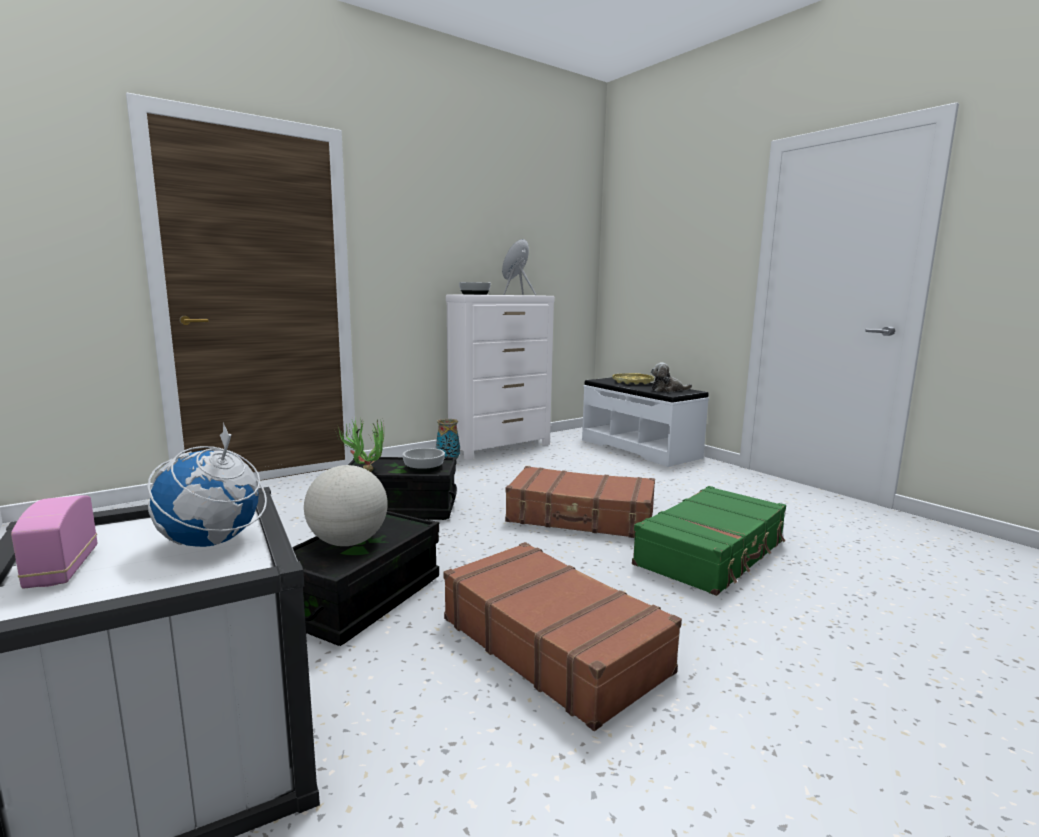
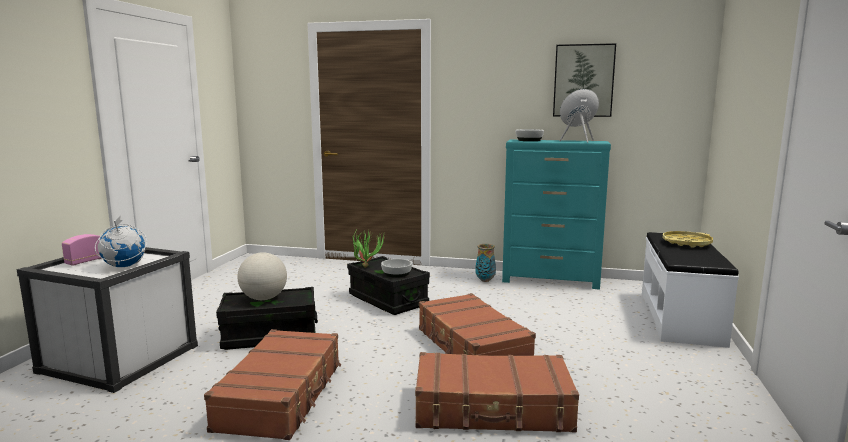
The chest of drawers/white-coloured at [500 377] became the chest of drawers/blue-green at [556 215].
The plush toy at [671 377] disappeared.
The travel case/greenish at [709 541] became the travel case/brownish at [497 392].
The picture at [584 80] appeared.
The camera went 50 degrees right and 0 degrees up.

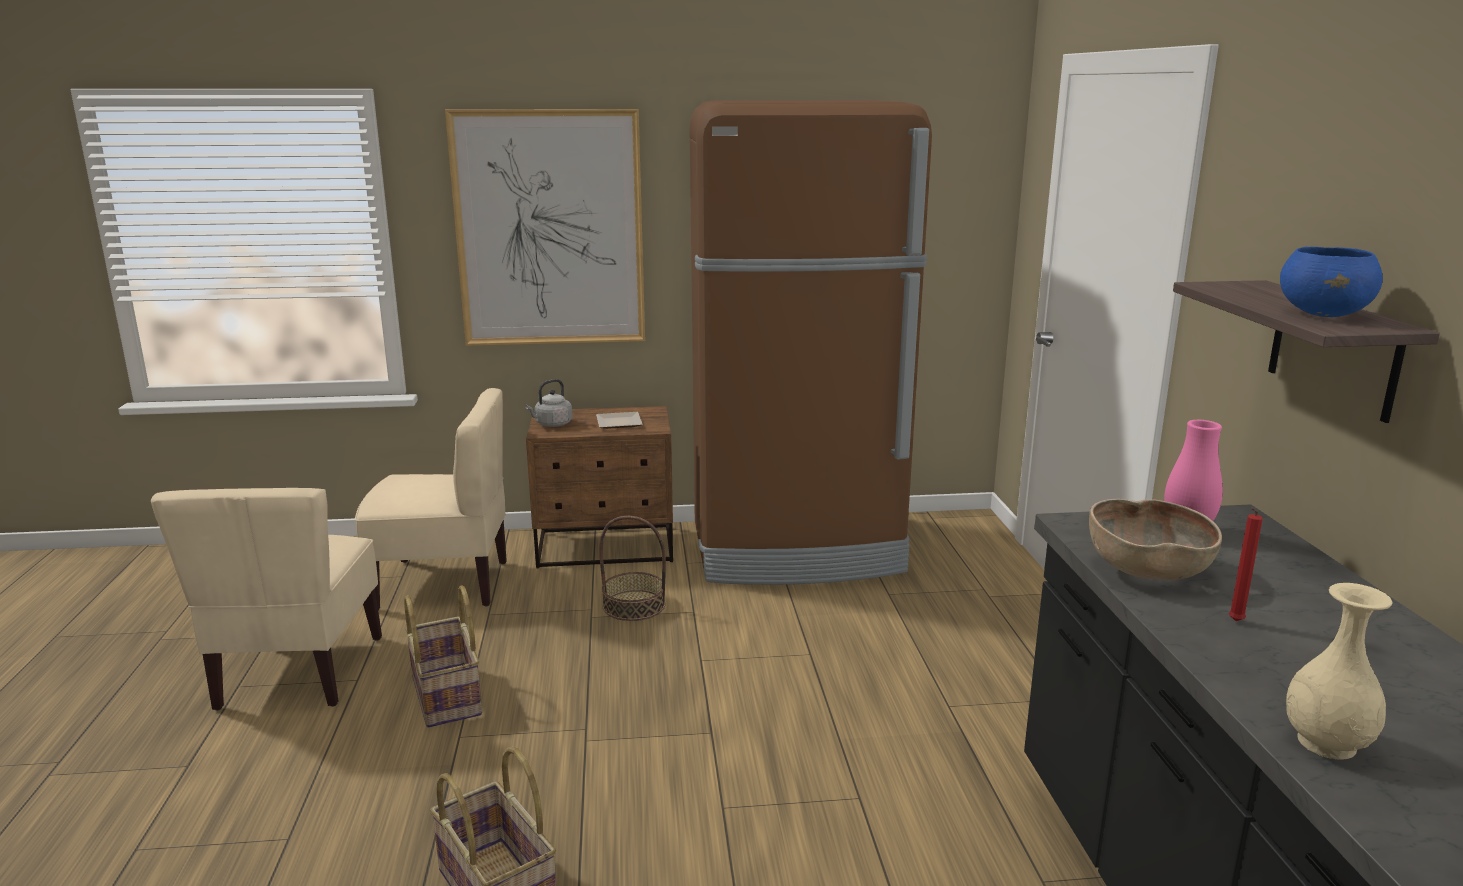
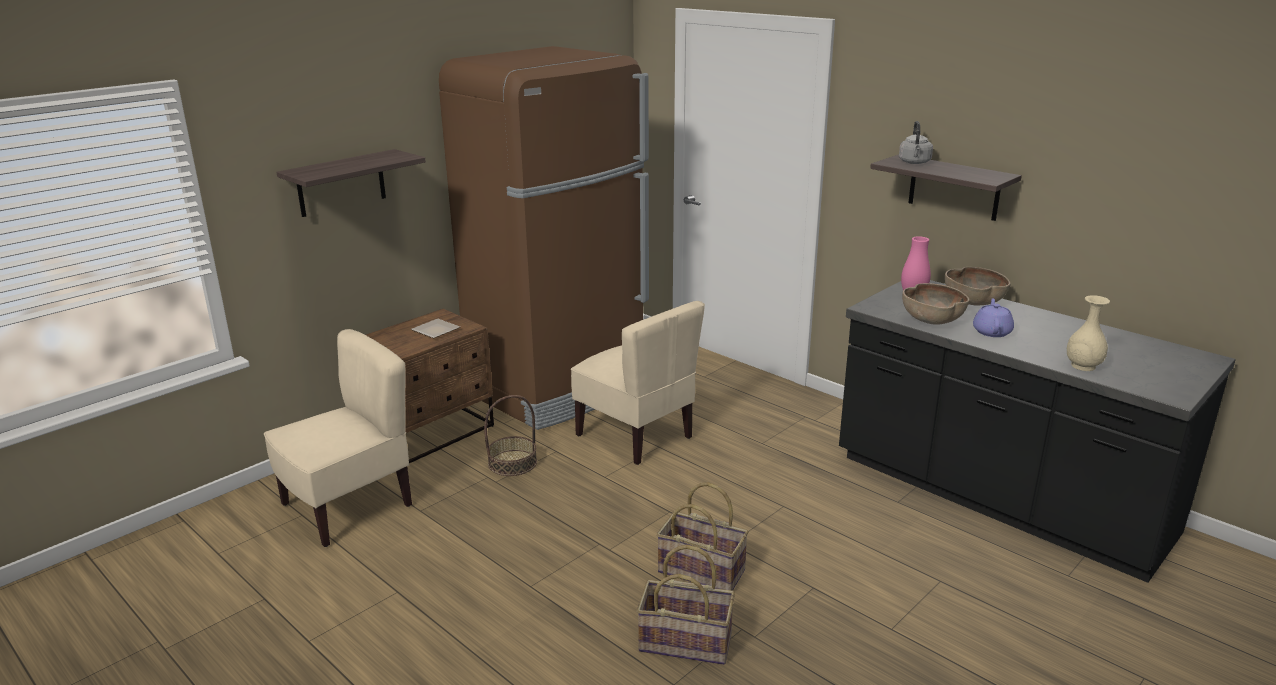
The picture at [545 227] was replaced by the wall shelf at [351 183].
The serving bowl/bluish at [1331 282] disappeared.
The kettle/greyish moved from [549 403] to [916 142].
The upright chair/beige-coloured moved from [266 599] to [638 383].
The wax candle/reddish at [1245 564] was replaced by the pot for tea/purplish at [993 317].
The basket moved from [443 656] to [702 536].
The serving bowl/brownish at [977 286] appeared.
The camera went 40 degrees left and 5 degrees up.

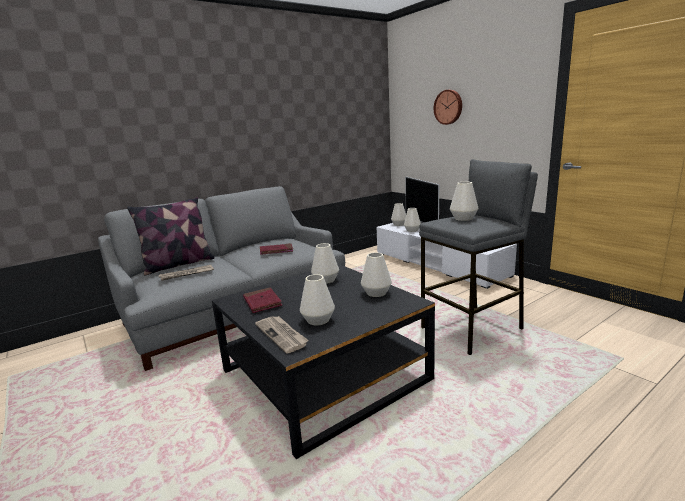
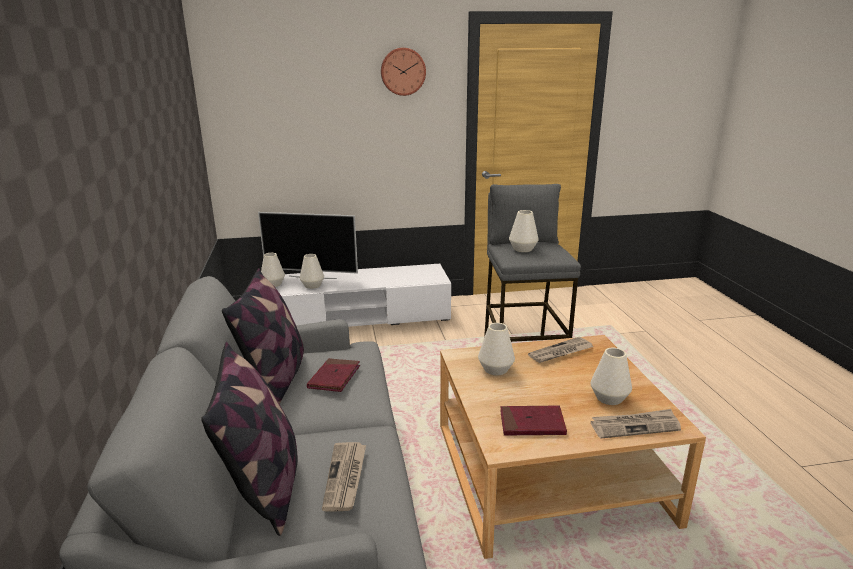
The clock on the wall moved from [448 107] to [403 72].
The vase/white-coloured at [376 274] was replaced by the printed paper at [560 350].
The lounge table/black-coloured at [323 361] became the lounge table/beige-coloured at [573 447].
The pillow at [263 336] appeared.
The camera went 65 degrees left and 5 degrees up.

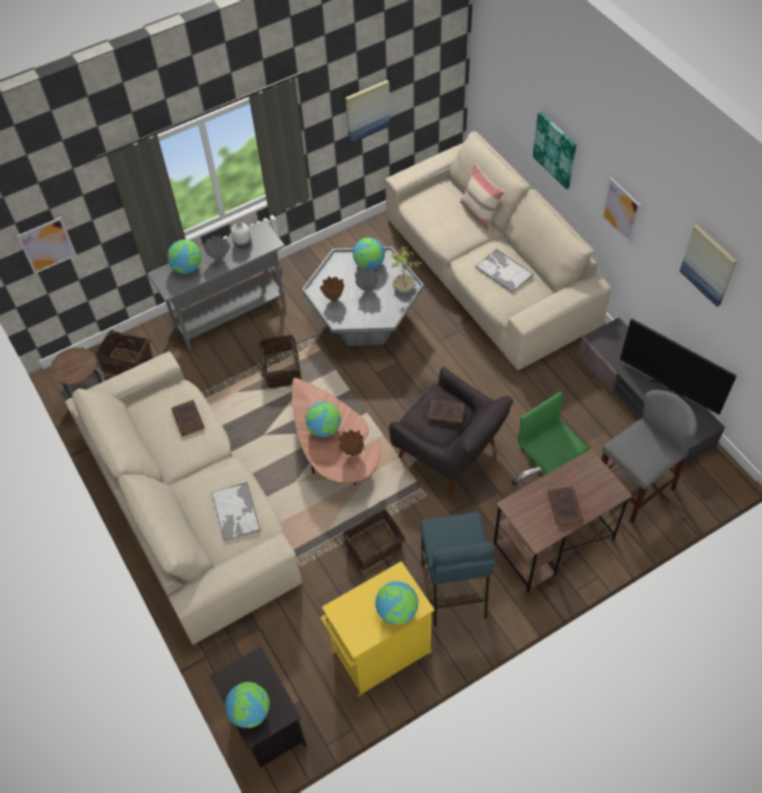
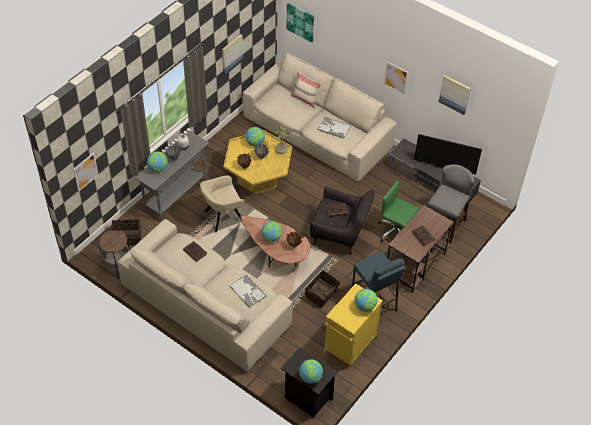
The picture moved from [555 151] to [300 22].
The lounge table/greyish at [363 296] became the lounge table/yellow at [257 162].
The basket at [280 361] was replaced by the lounge chair/beige-coloured at [222 204].
The camera went 25 degrees left and 5 degrees down.

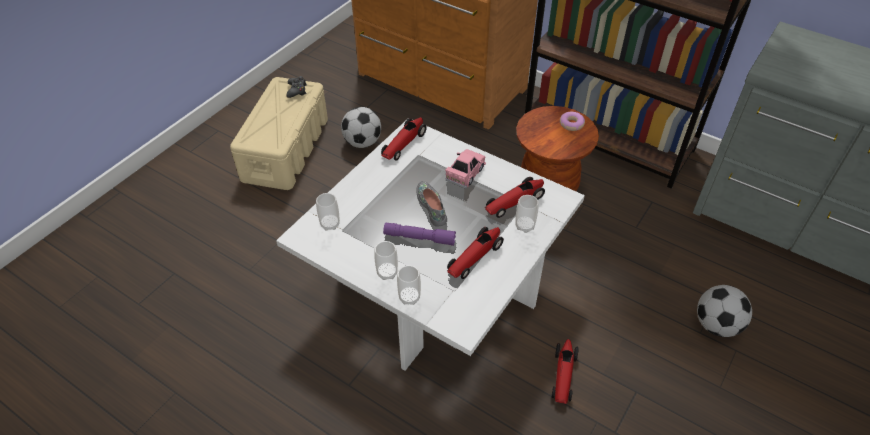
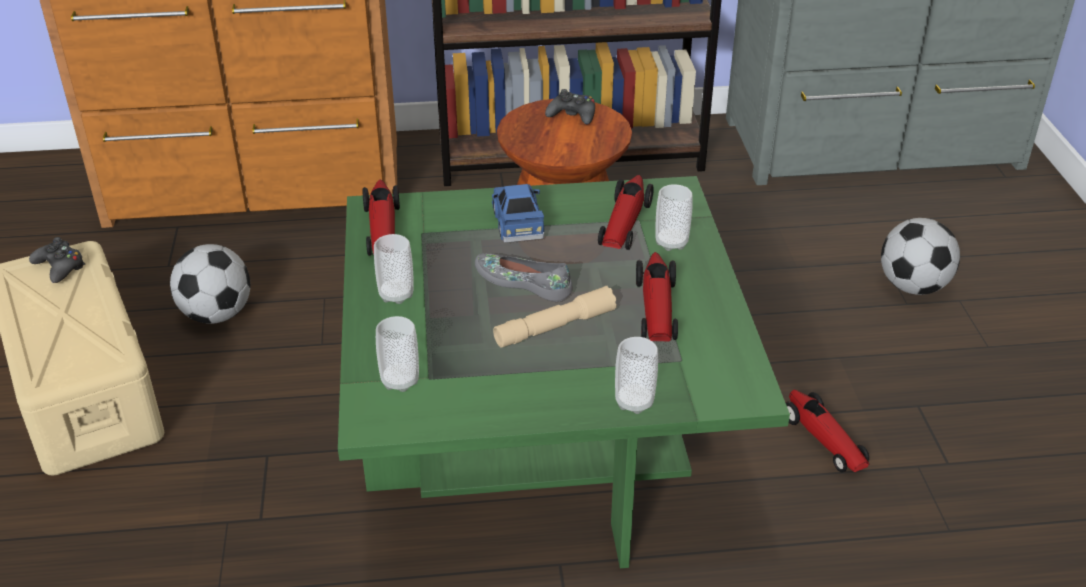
The donut at [572 121] was replaced by the joypad/black-coloured at [570 107].
The lounge table/white-coloured at [430 246] became the lounge table/greenish at [564 372].
The model car/pink-coloured at [465 168] became the model car/bluish at [518 213].
The hand torch/purplish at [419 234] became the hand torch/beige-coloured at [555 317].
The drinking cup moved from [386 260] to [394 269].
The camera went 40 degrees left and 10 degrees down.

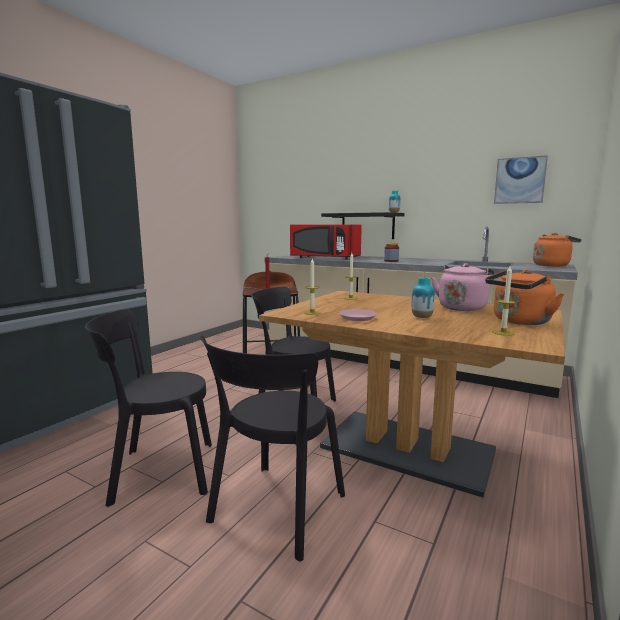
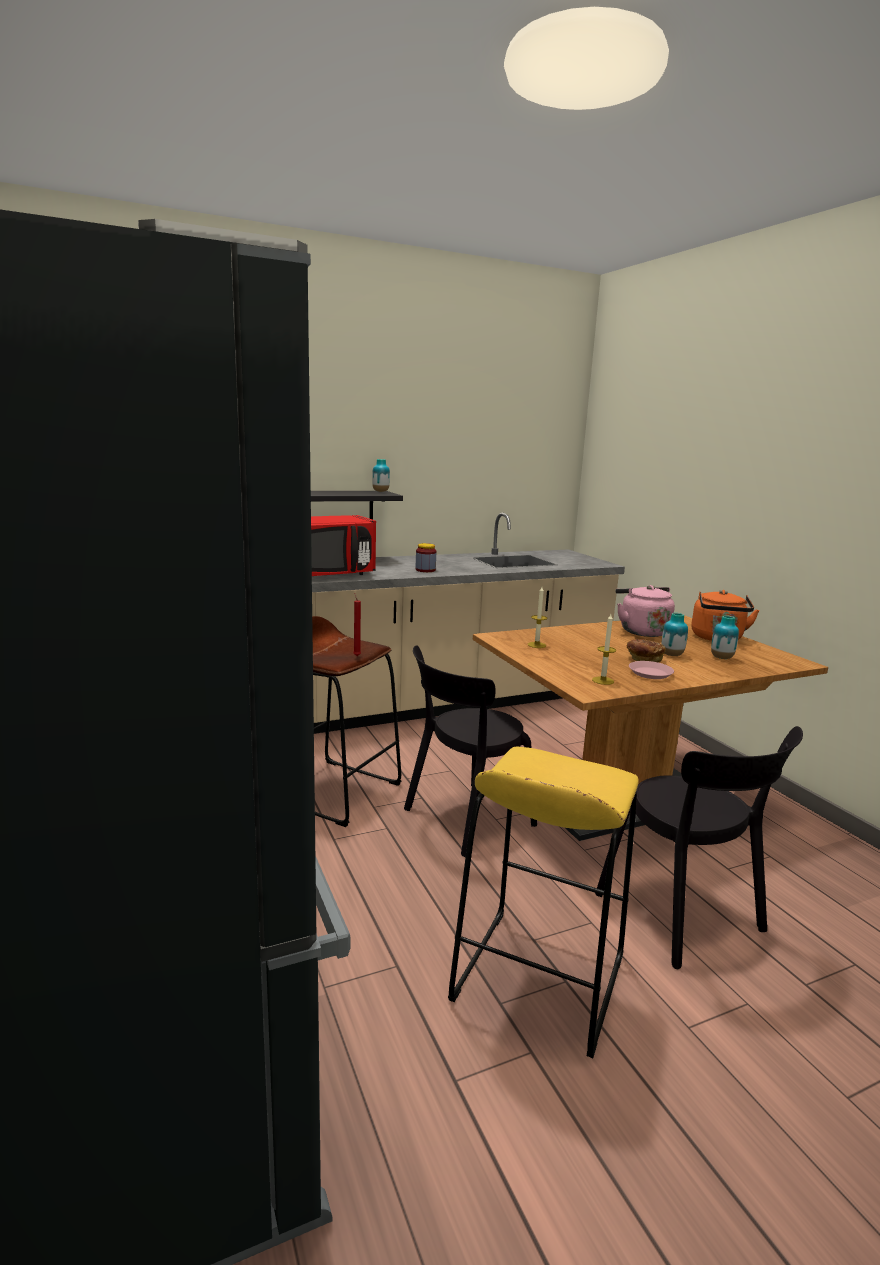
The picture at [521 179] disappeared.
The kettle/orange-coloured at [557 249] disappeared.
The wax candle at [504 301] disappeared.
The upright chair/black-coloured at [148 408] was replaced by the stool/yellow at [543 902].
The vase at [725 637] appeared.
The baked bread at [646 651] appeared.
The camera went 55 degrees left and 5 degrees up.

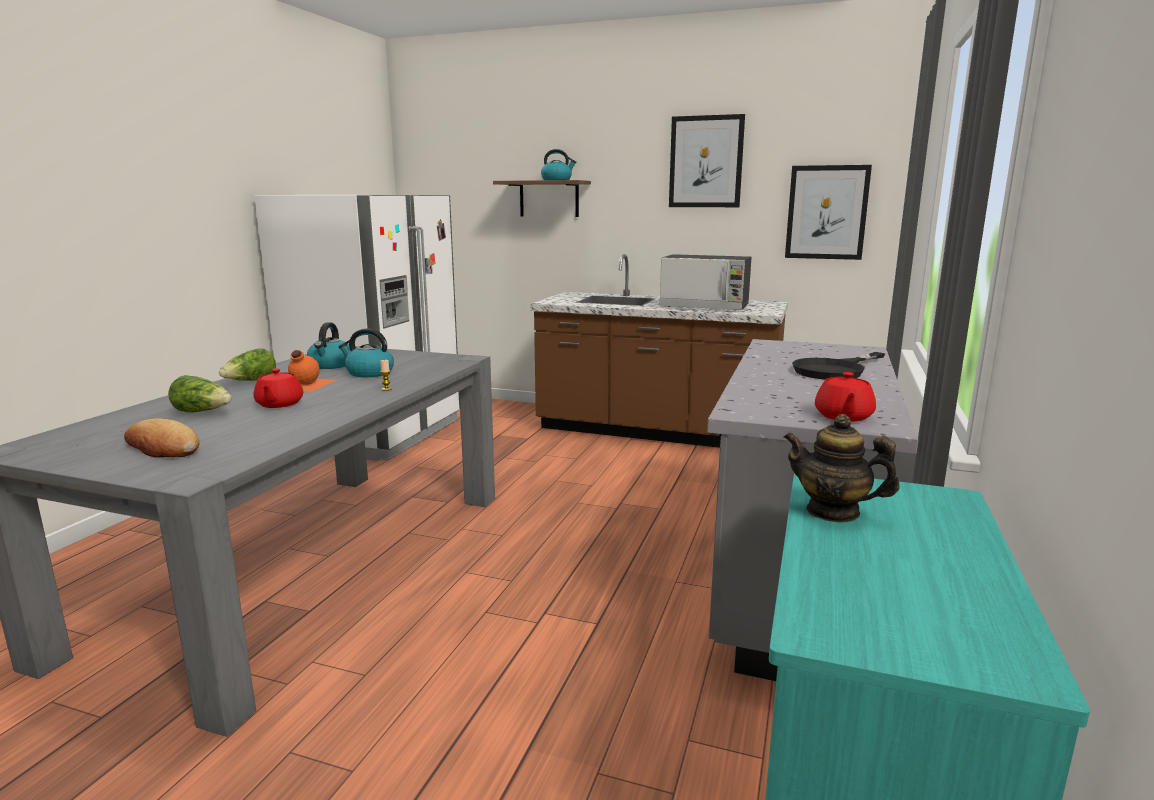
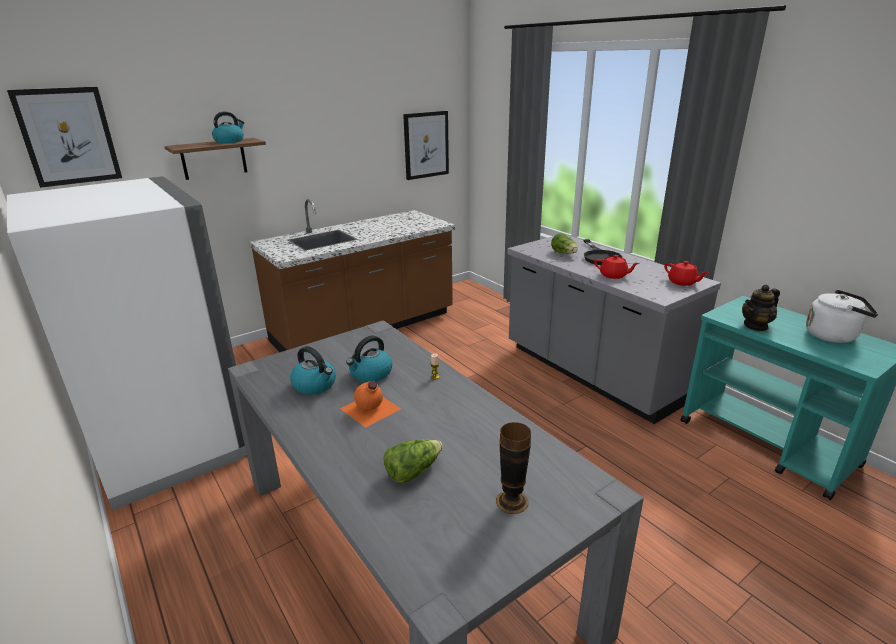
The picture moved from [707 160] to [64 137].
The microwave at [705 282] disappeared.
The lettuce moved from [247 364] to [564 243].
The pot for tea/reddish moved from [278 388] to [617 267].
The baked bread at [162 438] was replaced by the vase at [513 468].
The kettle/white-coloured at [842 316] appeared.
The camera went 55 degrees left and 10 degrees up.

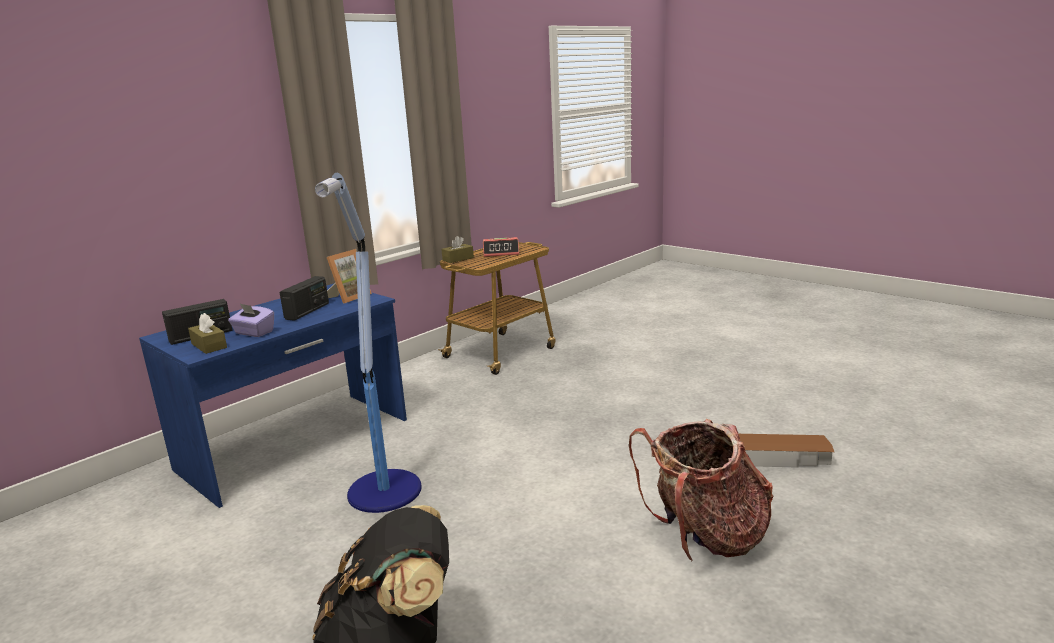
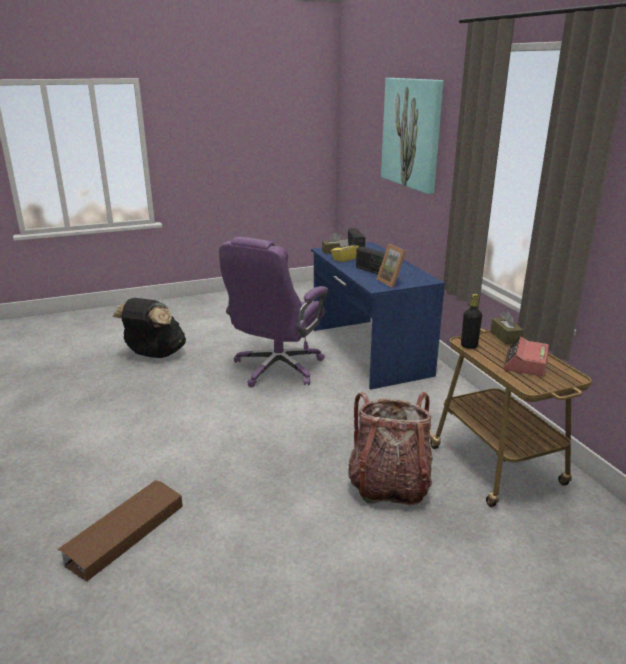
The standing lamp at [368 343] was replaced by the desk chair/purplish at [273 312].
The box of tissues/purplish at [251 320] became the box of tissues/yellow at [345 250].
The backpack moved from [701 490] to [390 449].
The picture at [412 136] appeared.
The bottle/black-coloured at [471 321] appeared.
The camera went 115 degrees right and 5 degrees up.

